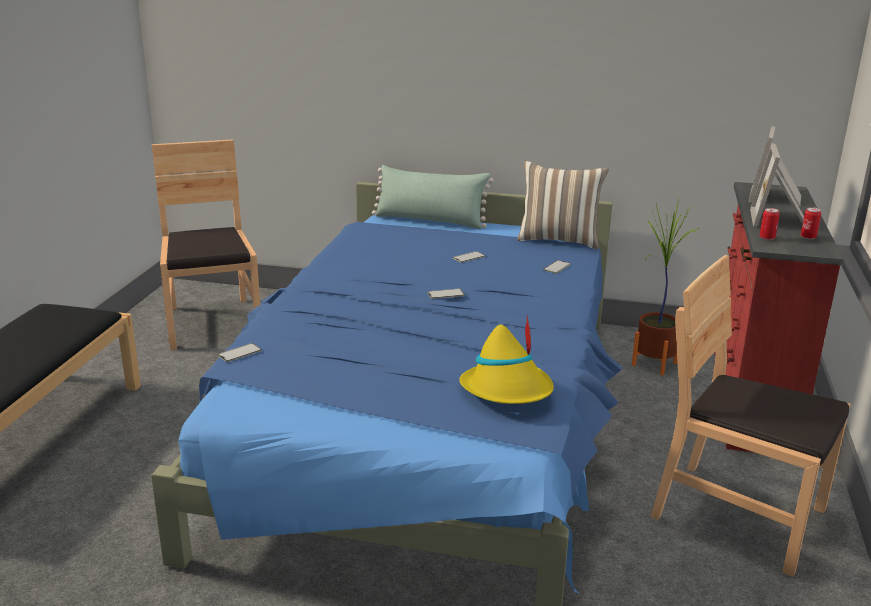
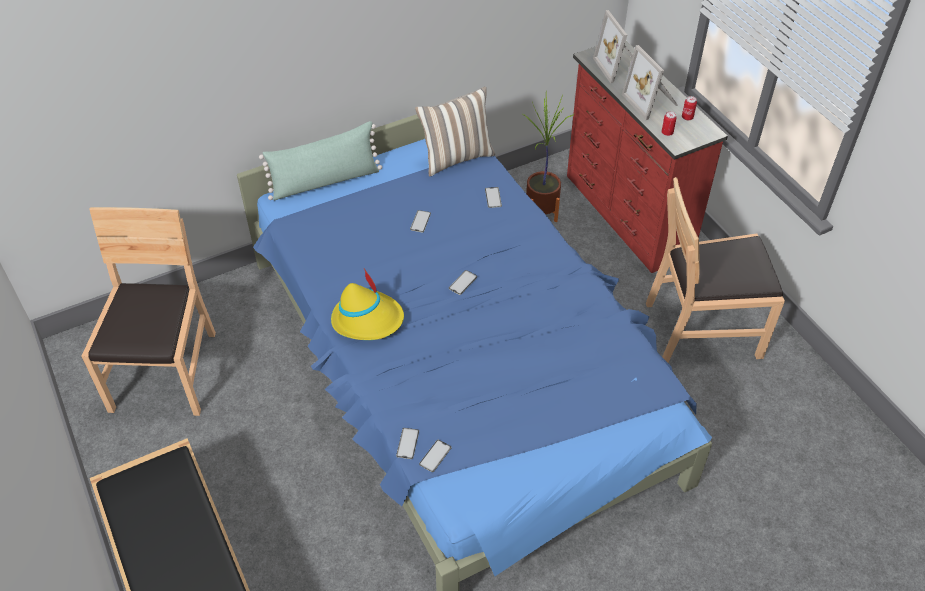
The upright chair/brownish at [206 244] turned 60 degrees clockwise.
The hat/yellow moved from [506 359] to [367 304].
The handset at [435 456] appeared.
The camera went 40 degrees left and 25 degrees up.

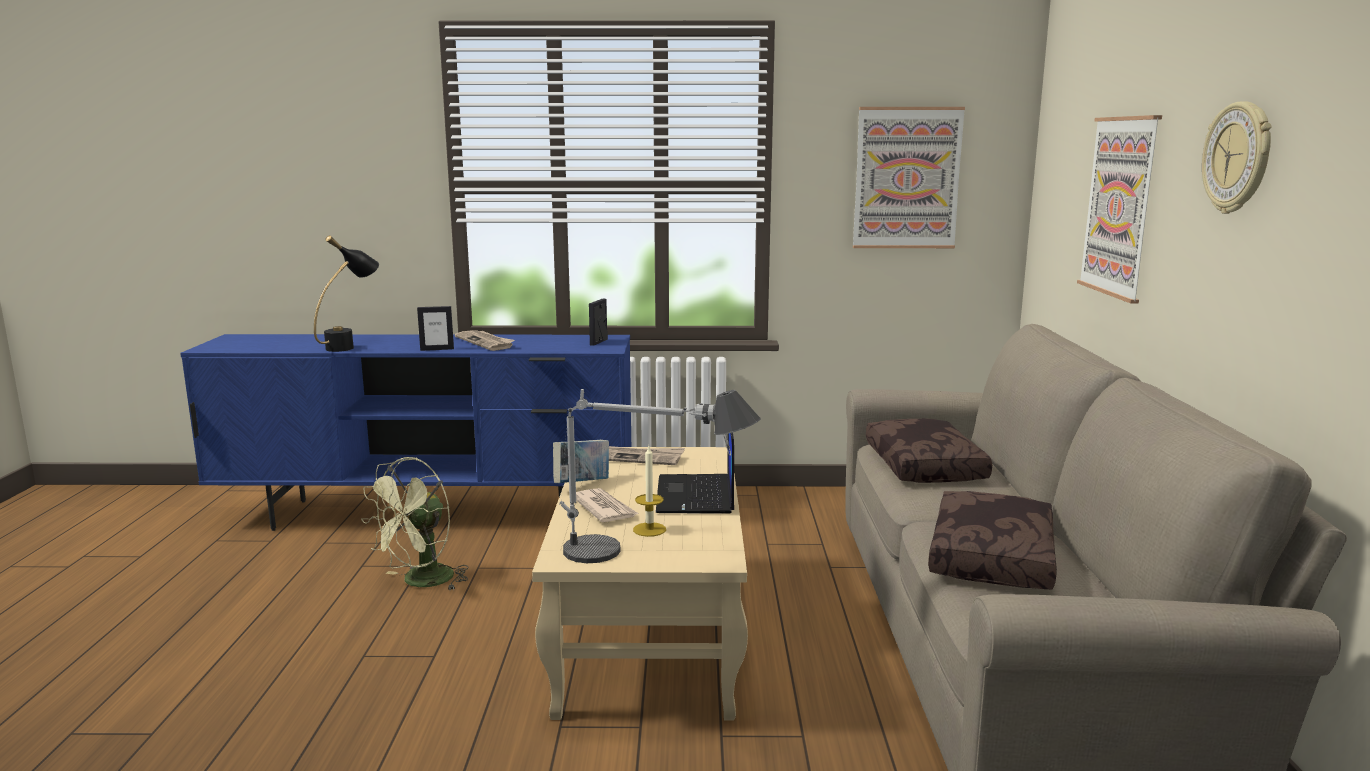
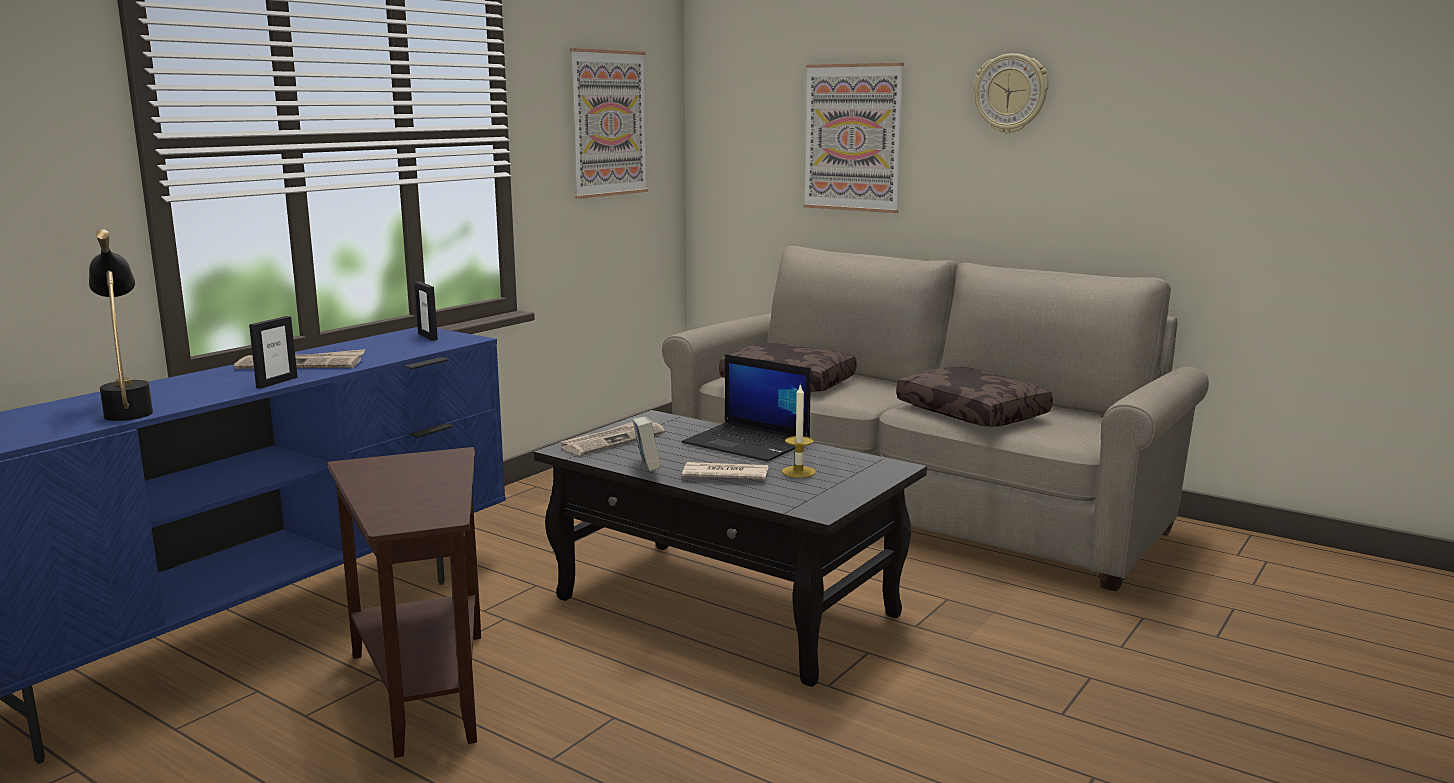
The lamp for a table at [660 476] disappeared.
The lounge table/beige-coloured at [640 584] became the lounge table/black-coloured at [730 548].
The fan/greenish at [415 524] was replaced by the end table/brownish at [404 602].
The camera went 55 degrees left and 0 degrees up.

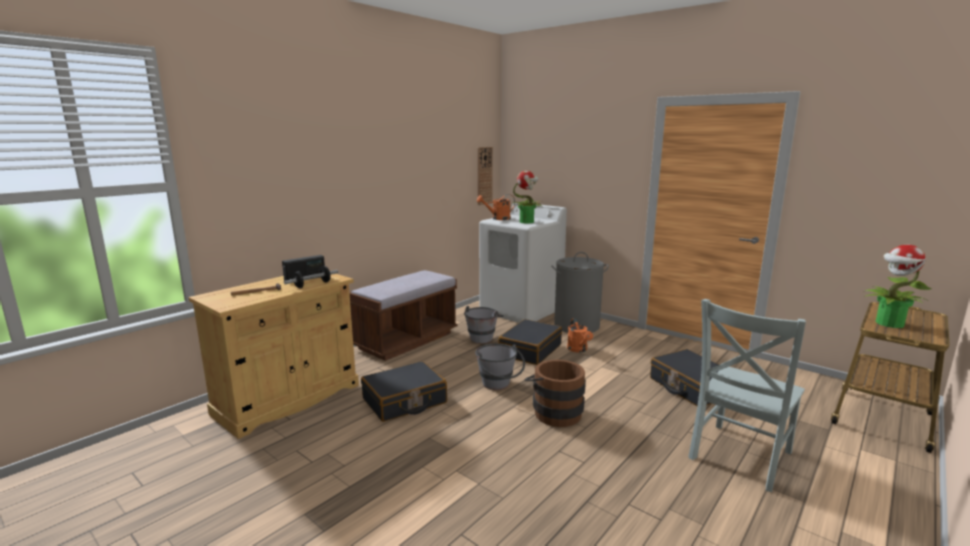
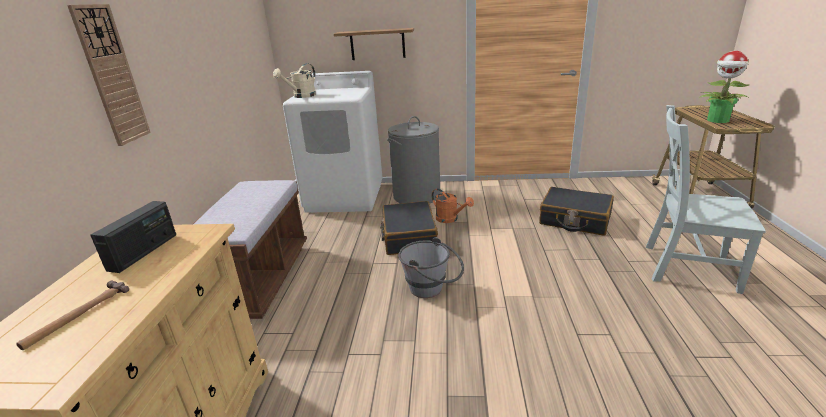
The clock on the wall moved from [485 176] to [109 75].
The houseplant at [528 197] disappeared.
The watering pot/orange-coloured at [496 207] became the watering pot/beige-coloured at [294 80].
The dumbbell at [311 277] disappeared.
The upright chair/greyish at [747 395] turned 105 degrees clockwise.
The pail/greyish at [484 325] disappeared.
The pail/brownish at [555 393] disappeared.
The travel case/black-coloured at [404 391] disappeared.
The wall shelf at [374 44] appeared.
The camera went 35 degrees left and 10 degrees up.

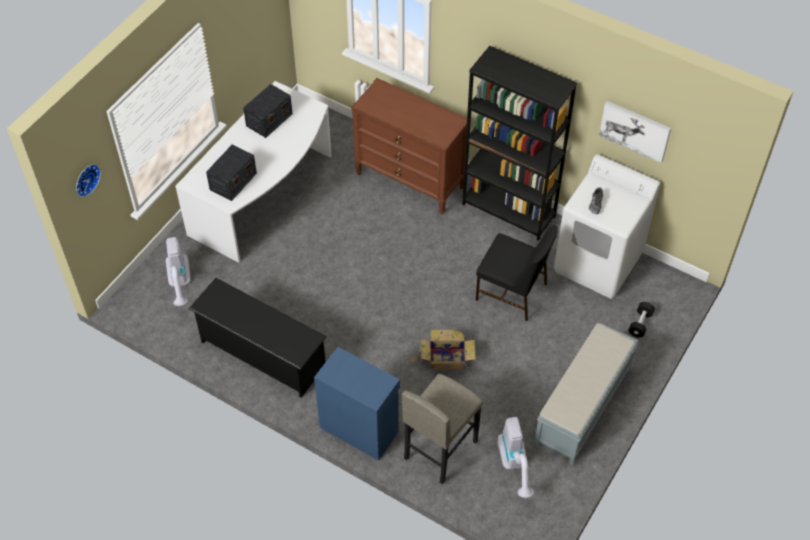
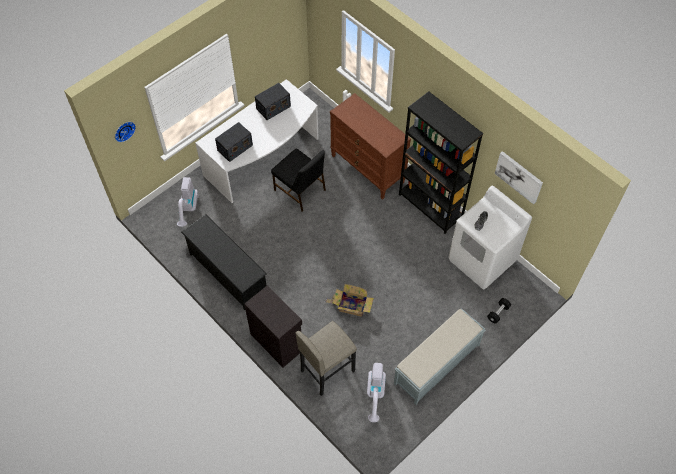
The upright chair/black-coloured moved from [517 273] to [298 180].
The cabinet/bluish at [357 404] became the cabinet/black-coloured at [273 326].
The camera went 15 degrees right and 5 degrees up.

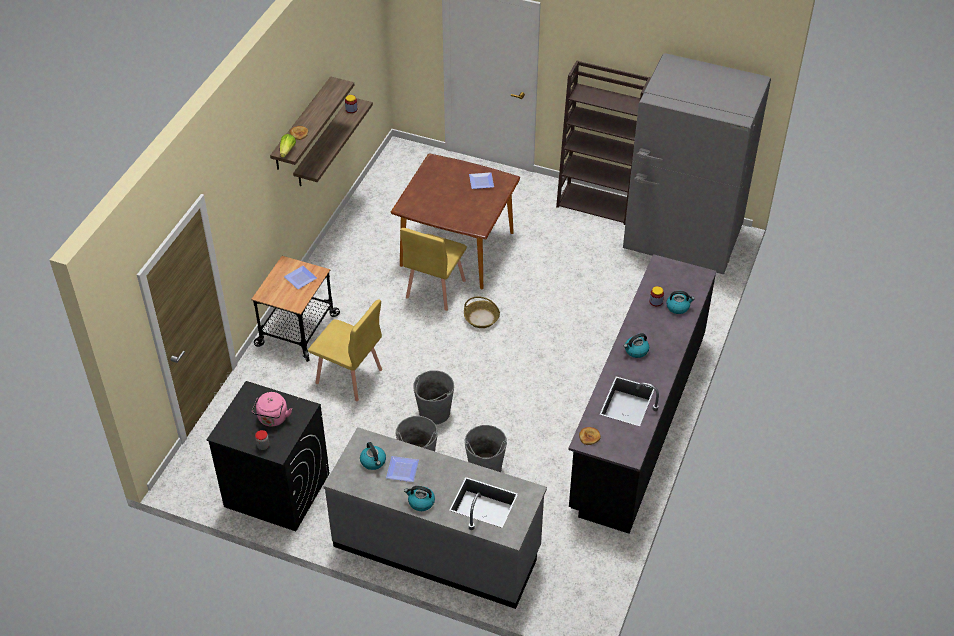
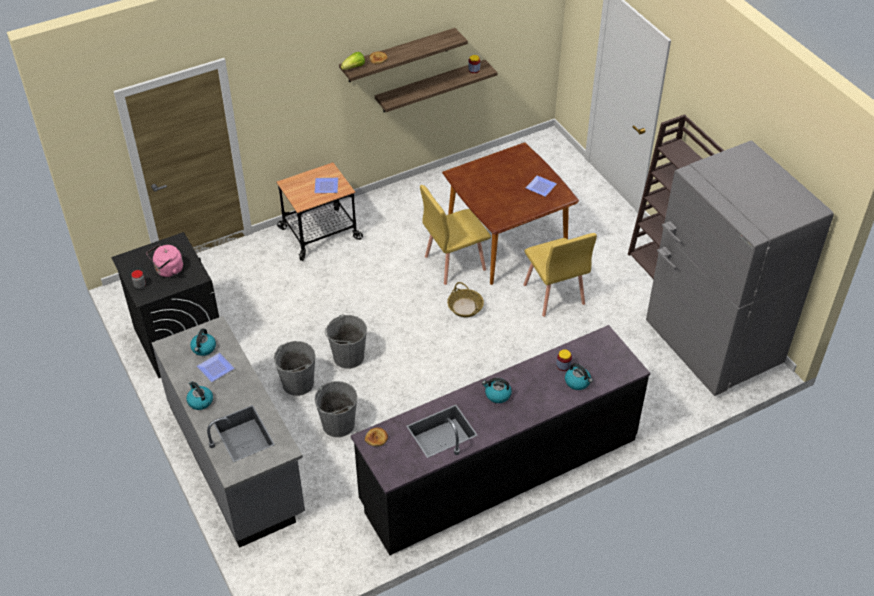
The upright chair/yellow moved from [345 350] to [560 275].
The camera went 40 degrees right and 0 degrees up.

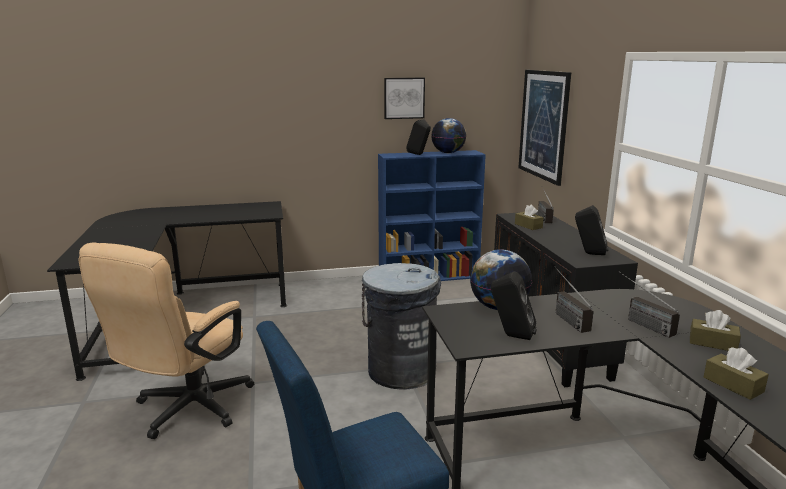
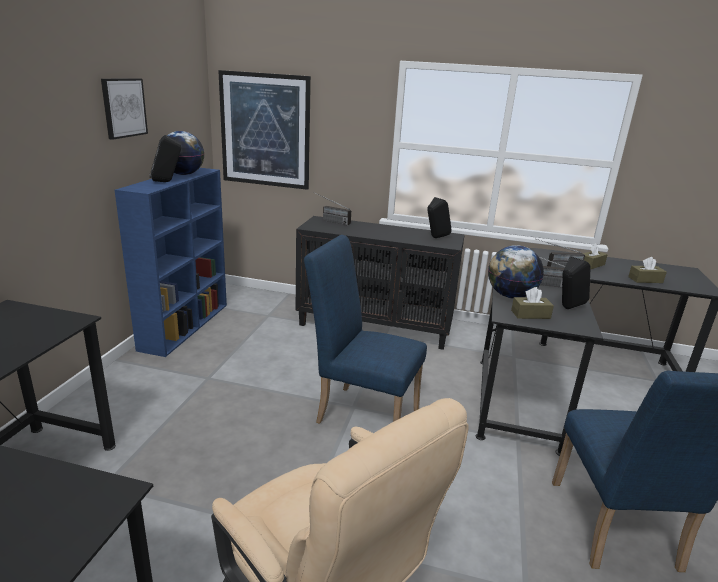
The box of tissues/brownish moved from [529 217] to [532 303].
The trash can/greyish at [401 326] was replaced by the upright chair/bluish at [365 329].
The camera went 65 degrees left and 5 degrees up.

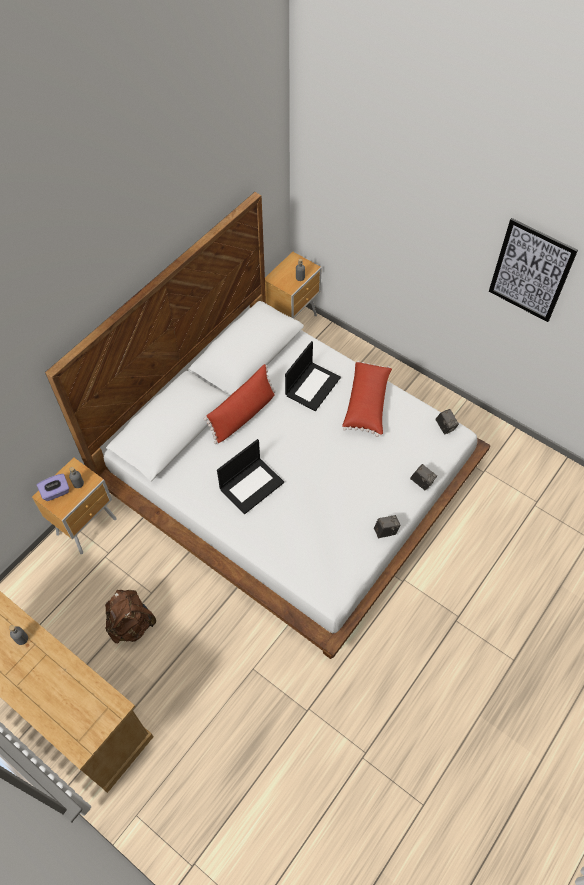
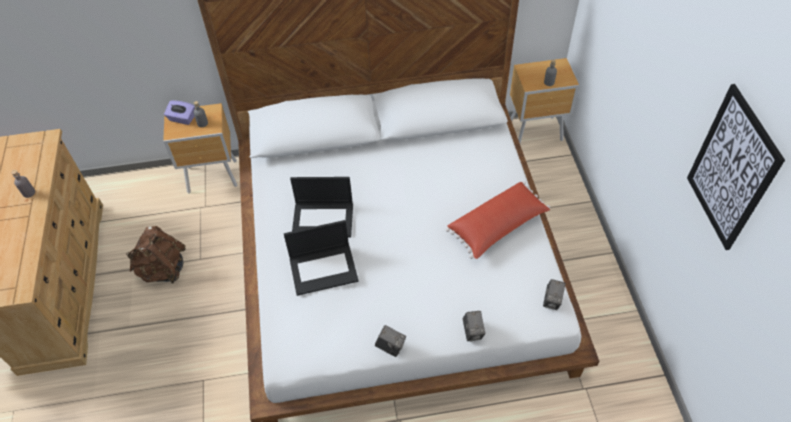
The laptop moved from [313 376] to [321 258].
The pillow/reddish at [240 404] disappeared.
The camera went 45 degrees right and 5 degrees down.

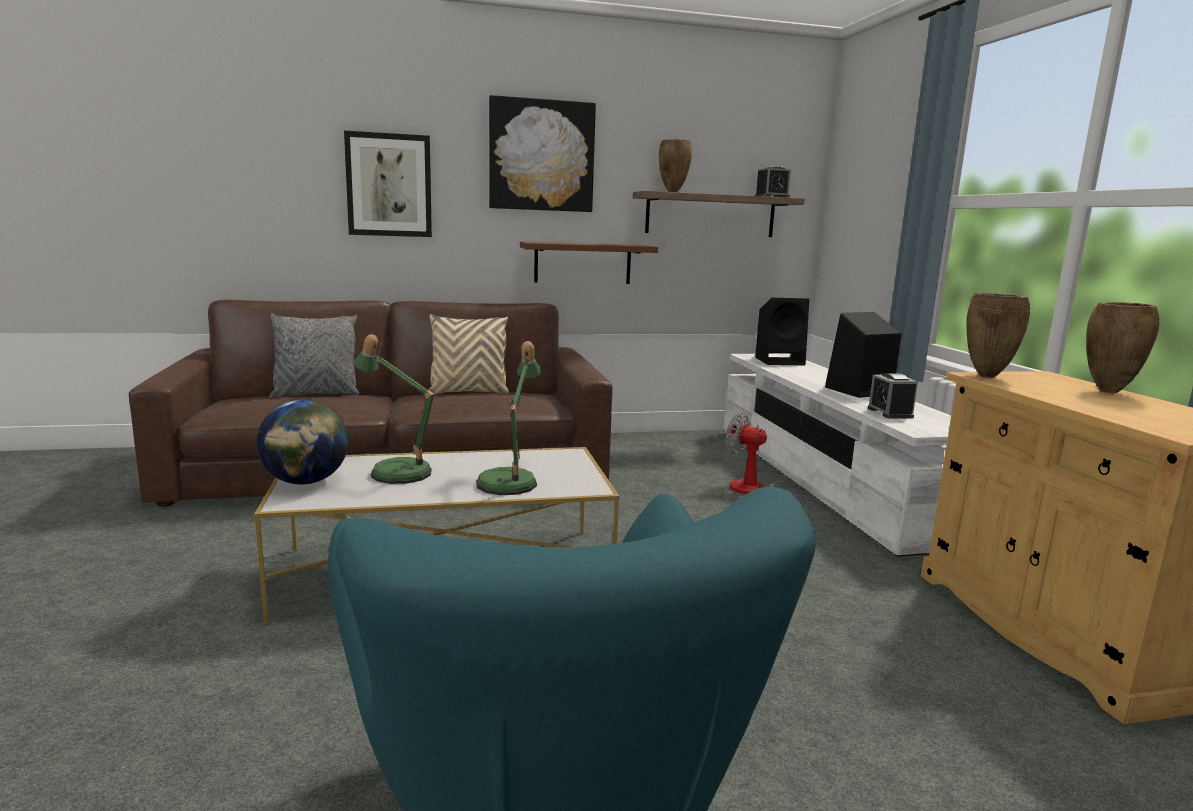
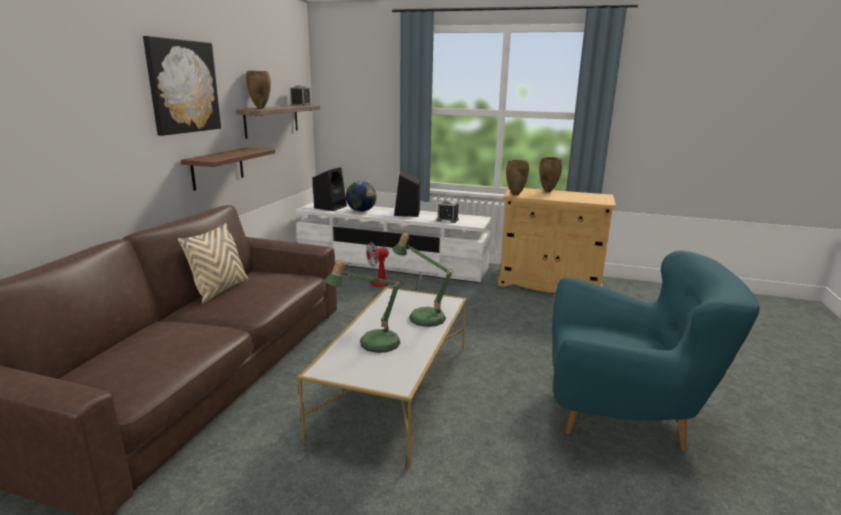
The picture at [388 184] disappeared.
The pillow/greyish at [314 356] disappeared.
The desk globe moved from [302 441] to [361 196].
The camera went 60 degrees left and 5 degrees up.

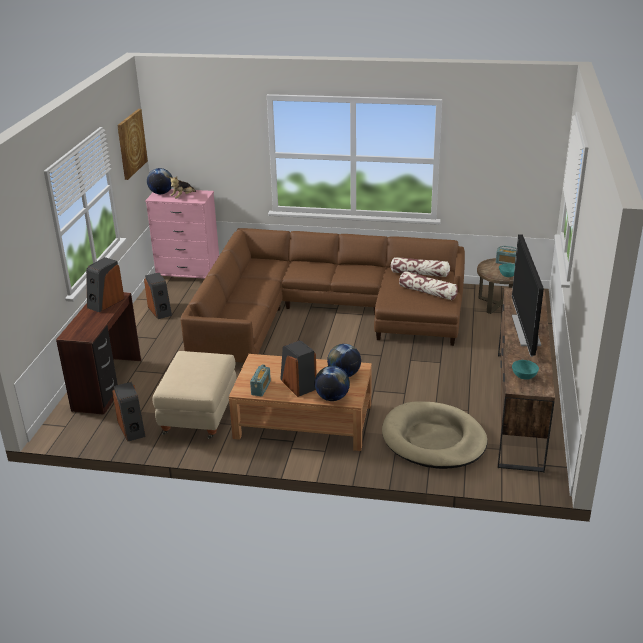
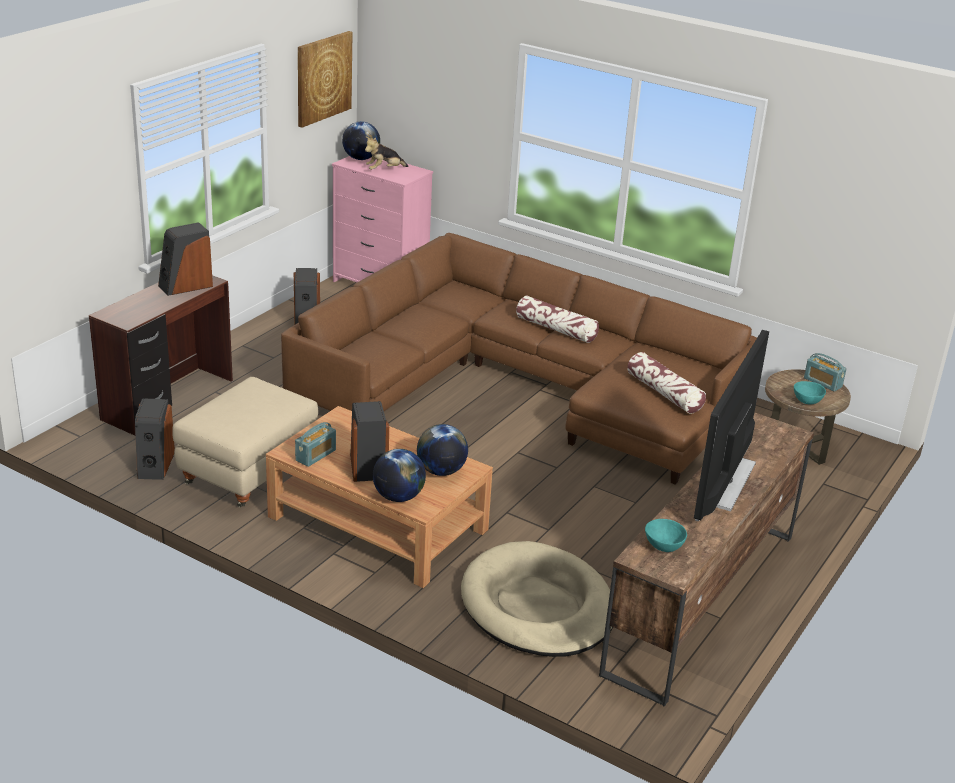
The pillow moved from [420 267] to [557 319].
The camera went 20 degrees right and 0 degrees up.

